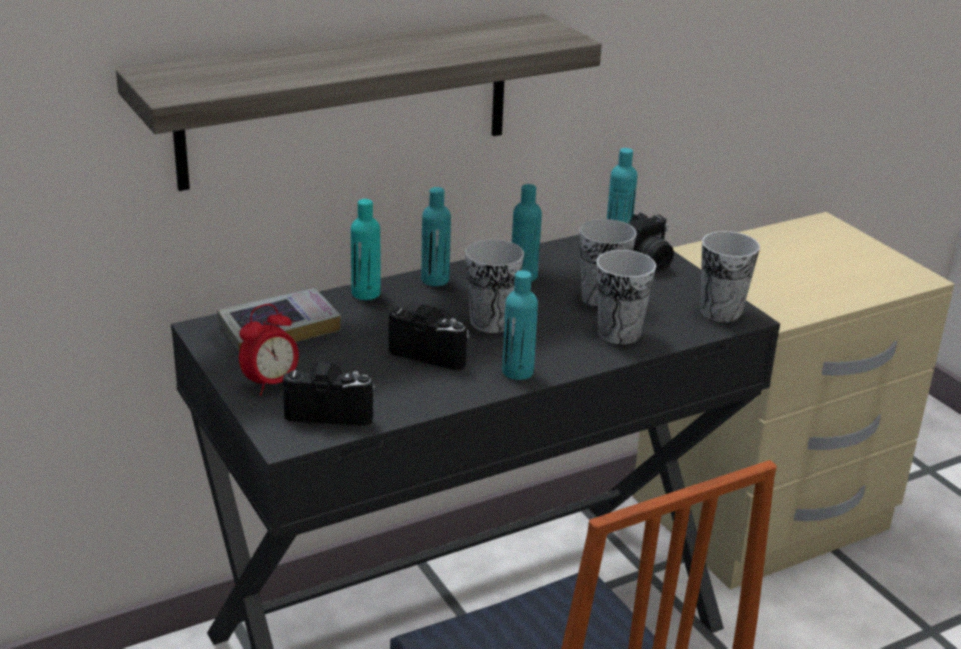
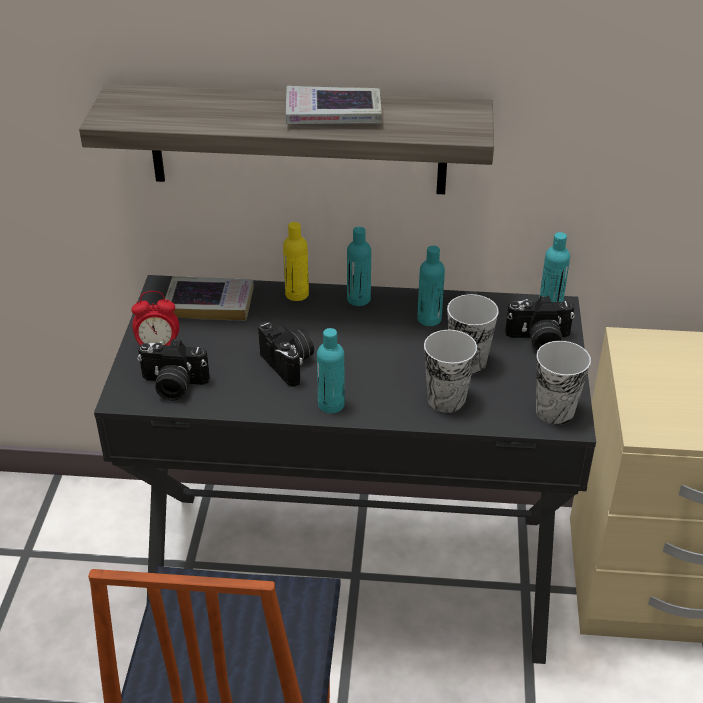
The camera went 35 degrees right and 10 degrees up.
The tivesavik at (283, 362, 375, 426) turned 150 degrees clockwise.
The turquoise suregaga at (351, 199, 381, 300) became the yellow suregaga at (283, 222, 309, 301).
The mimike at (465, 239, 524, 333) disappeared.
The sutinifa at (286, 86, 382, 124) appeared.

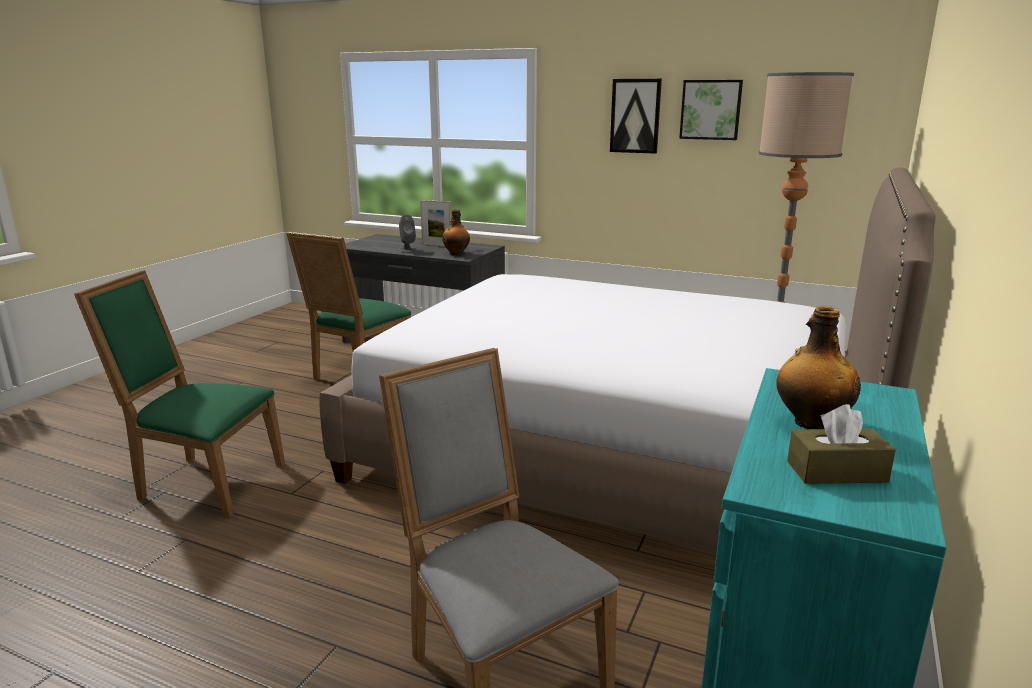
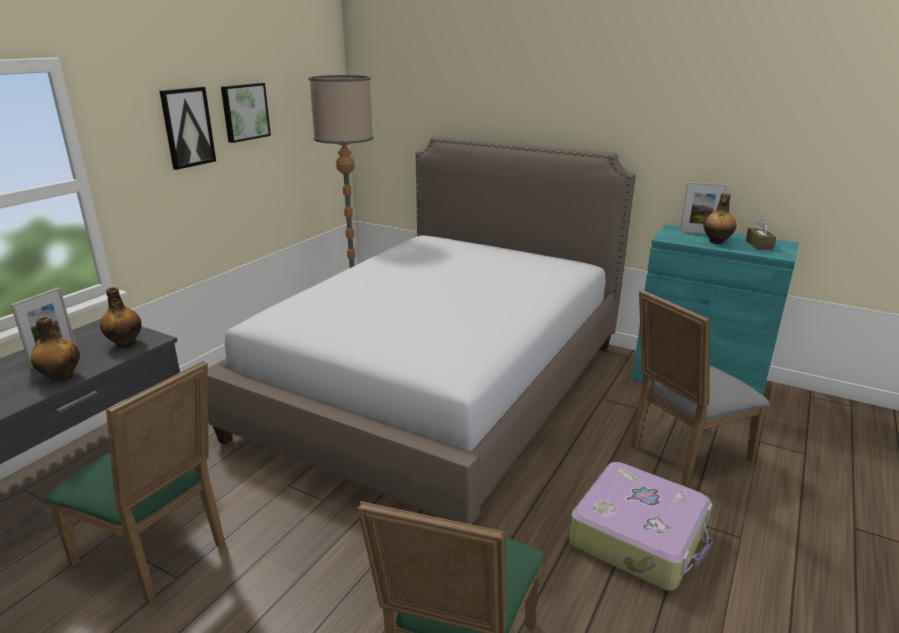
The camera went 85 degrees left and 5 degrees up.
The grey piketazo at (399, 215, 417, 253) was replaced by the suregaga at (31, 316, 80, 381).
The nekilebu at (569, 462, 713, 591) appeared.
The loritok at (679, 182, 727, 234) appeared.

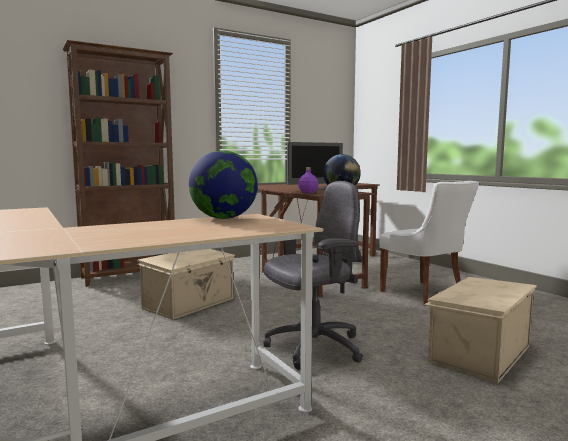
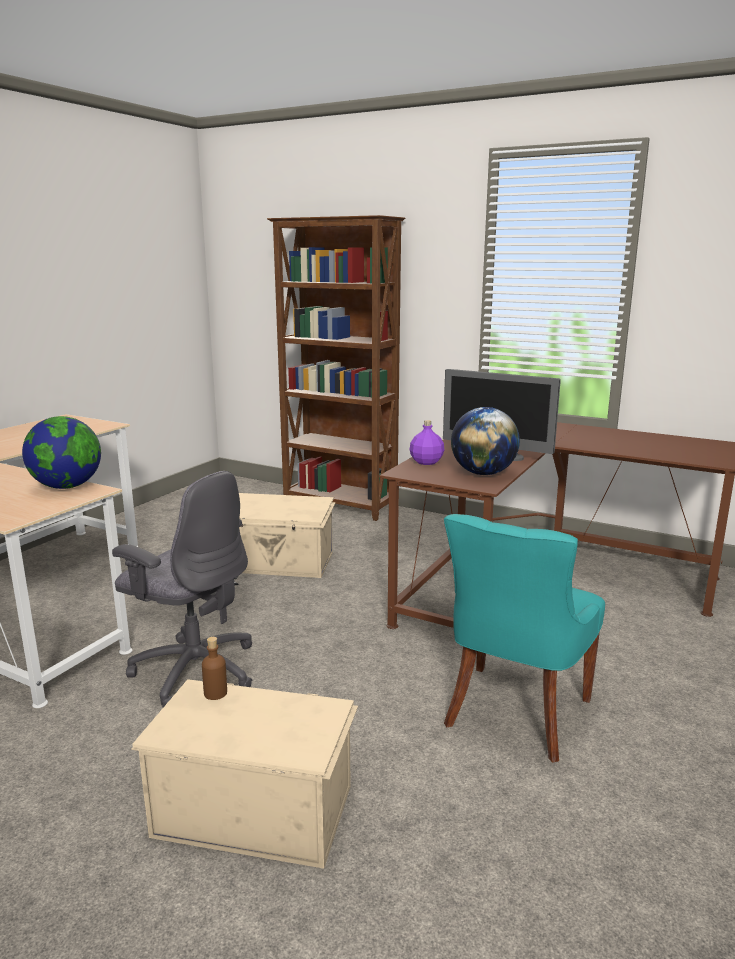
The camera went 60 degrees right and 10 degrees up.
The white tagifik at (379, 181, 479, 306) became the turquoise tagifik at (444, 514, 605, 763).
The brown suregaga at (202, 637, 227, 700) appeared.

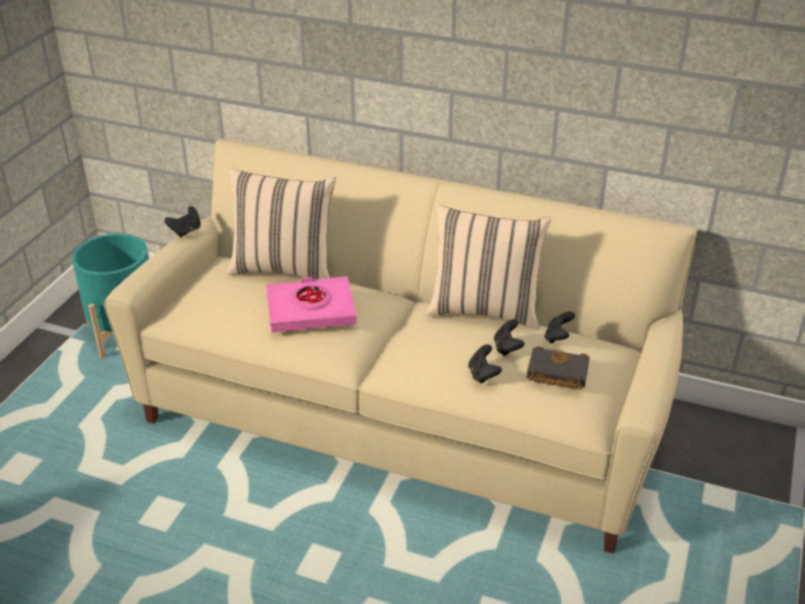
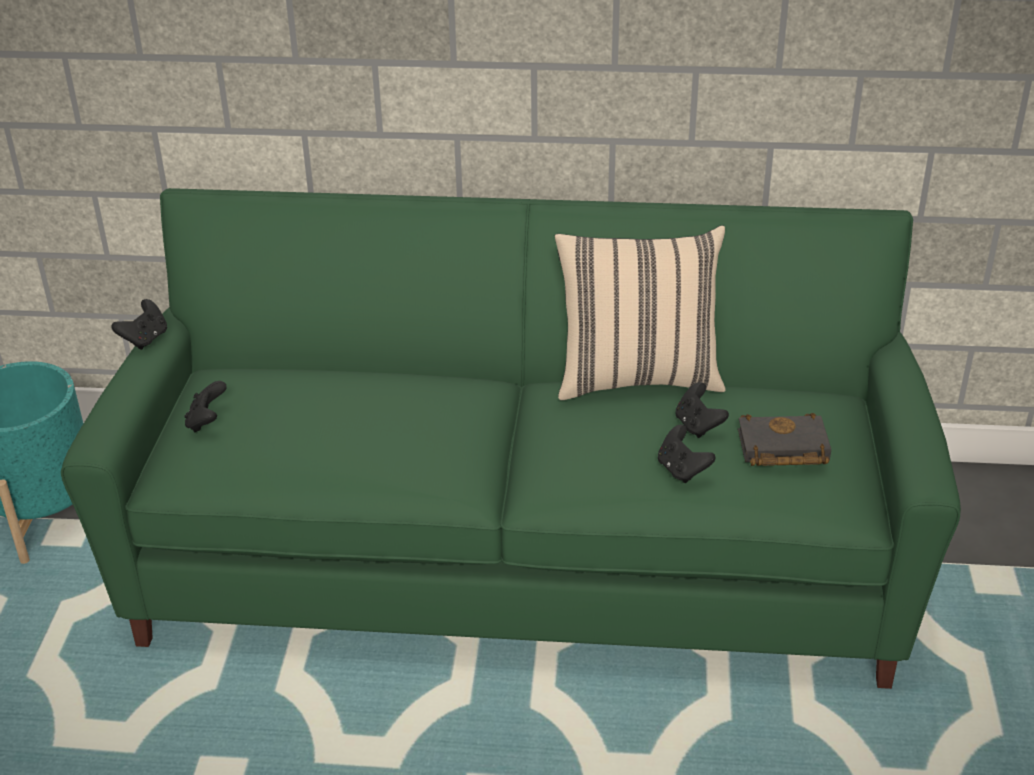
The camera went 15 degrees left and 0 degrees up.
The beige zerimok at (104, 139, 697, 553) became the green zerimok at (61, 188, 961, 689).
The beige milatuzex at (227, 168, 336, 280) disappeared.
The pink sutinifa at (266, 276, 357, 332) disappeared.
The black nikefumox moved from (545, 311, 575, 344) to (184, 381, 227, 432).

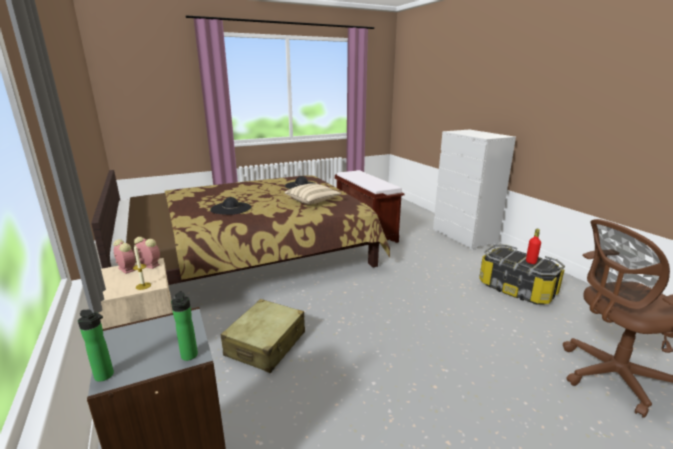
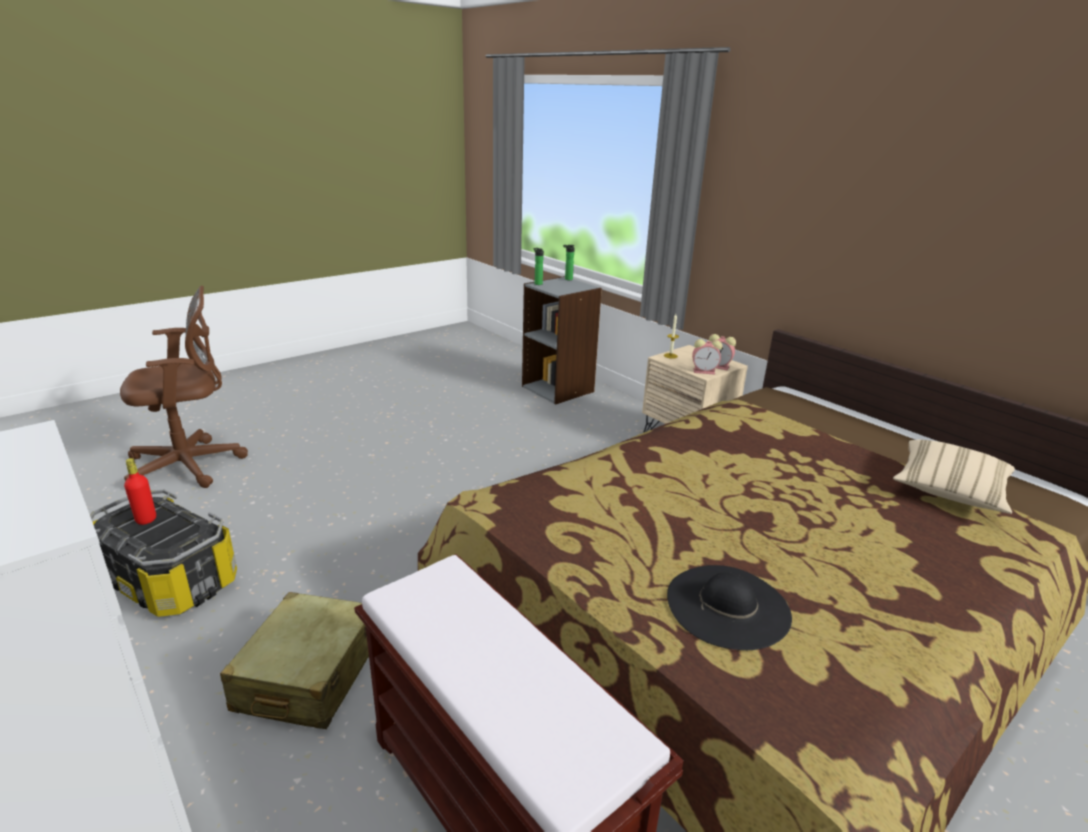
The camera went 165 degrees right and 5 degrees up.
The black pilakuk at (210, 197, 252, 215) disappeared.
The beige nekilebu moved from (221, 299, 305, 373) to (220, 592, 369, 729).
The beige milatuzex moved from (284, 183, 341, 205) to (893, 440, 1015, 514).

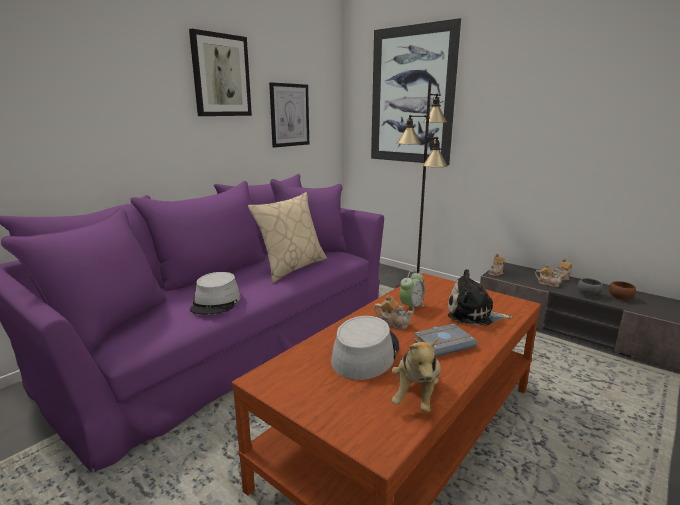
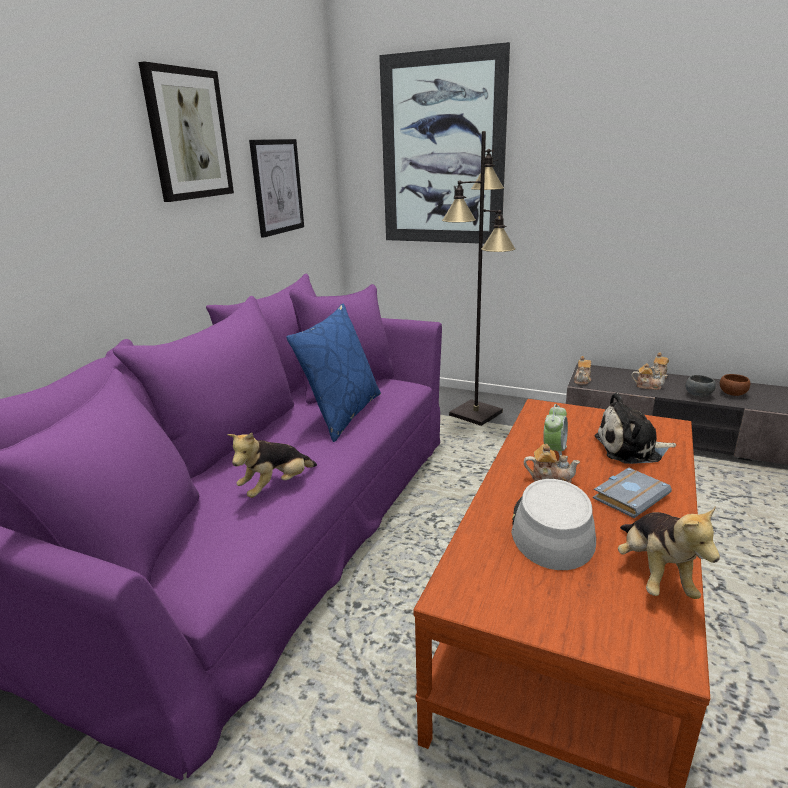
The camera went 15 degrees left and 5 degrees up.
The grey pilakuk at (190, 272, 240, 315) was replaced by the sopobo at (227, 432, 317, 498).
The beige milatuzex at (248, 192, 327, 283) became the blue milatuzex at (286, 304, 381, 442).

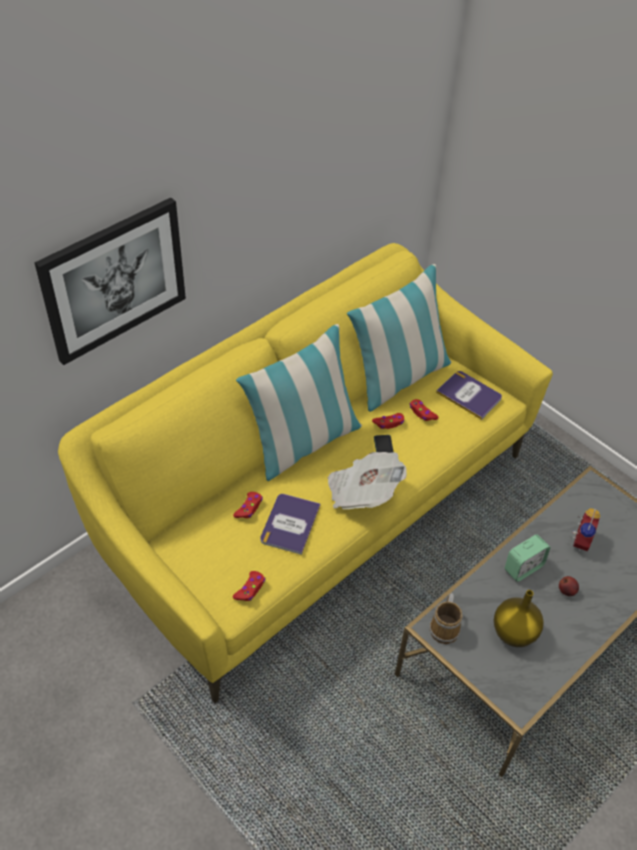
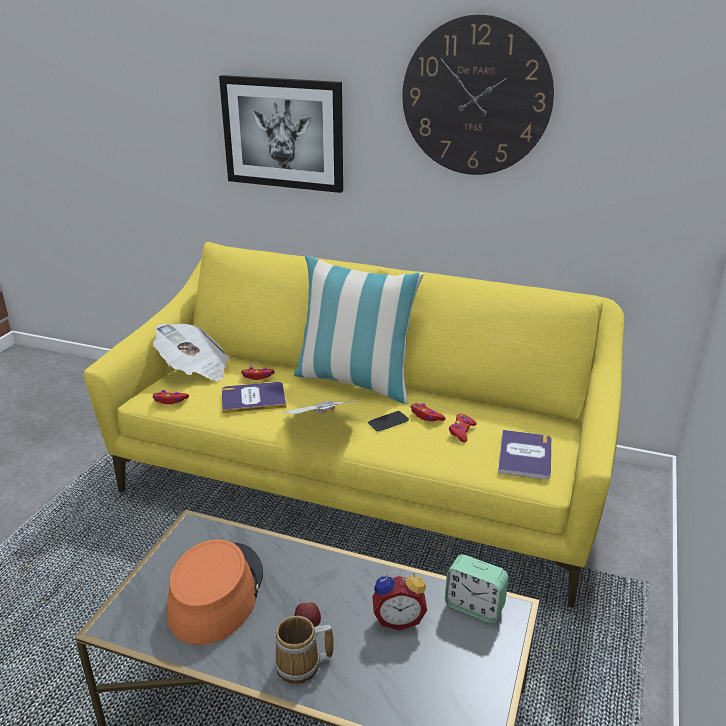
The camera went 65 degrees right and 20 degrees down.
The milatuzex at (347, 264, 451, 412) disappeared.
The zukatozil moved from (429, 593, 463, 644) to (275, 616, 334, 684).
The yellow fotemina at (494, 590, 543, 647) was replaced by the orange pilakuk at (167, 539, 263, 645).
The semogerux moved from (505, 534, 551, 582) to (445, 554, 509, 623).
The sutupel at (153, 323, 230, 381) appeared.
The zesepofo at (402, 14, 554, 175) appeared.

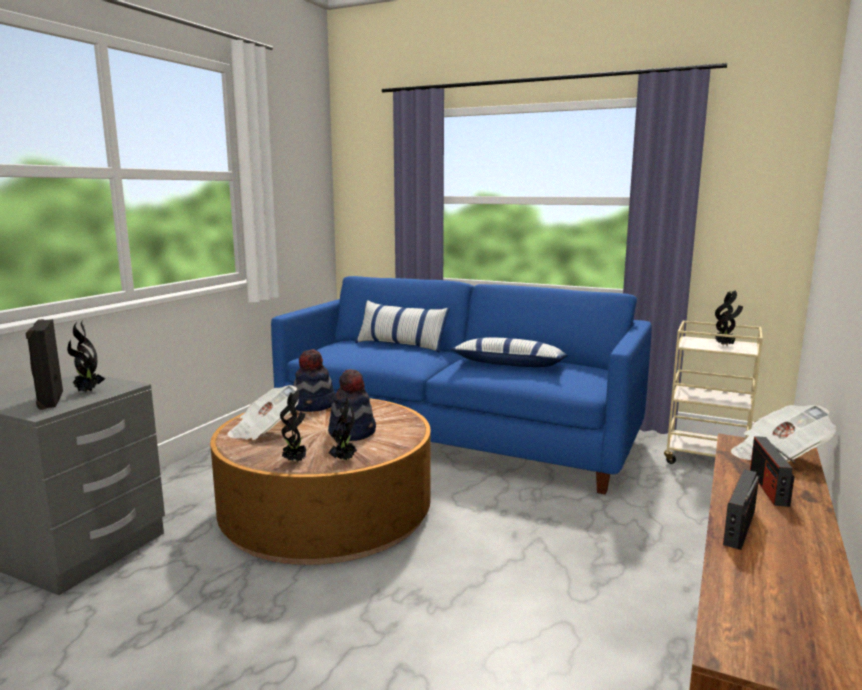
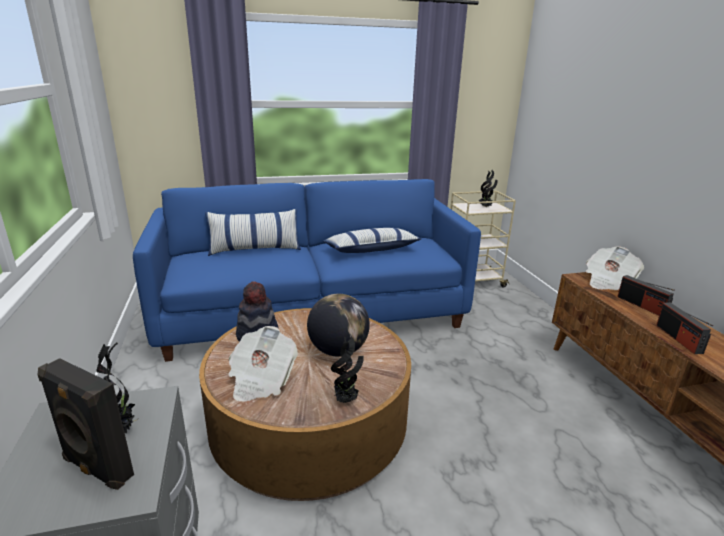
The camera went 40 degrees left and 10 degrees up.
The pilakuk at (328, 369, 376, 441) was replaced by the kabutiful at (307, 294, 370, 357).
The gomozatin at (328, 389, 357, 460) disappeared.

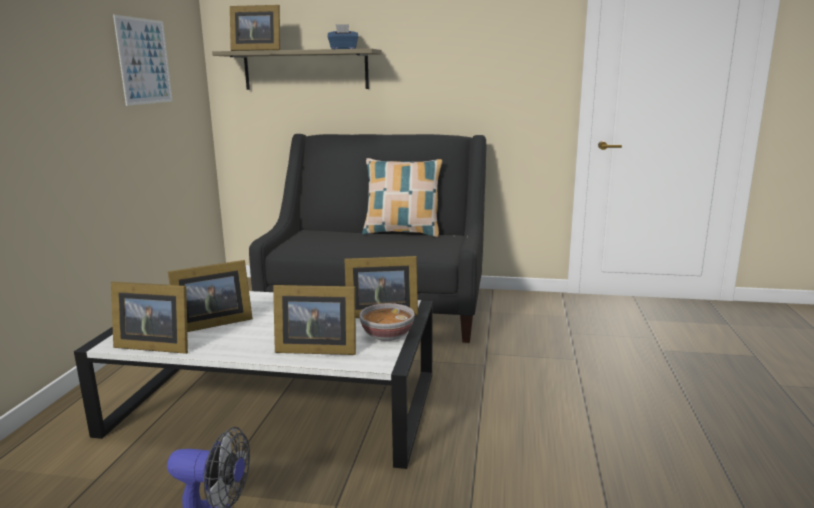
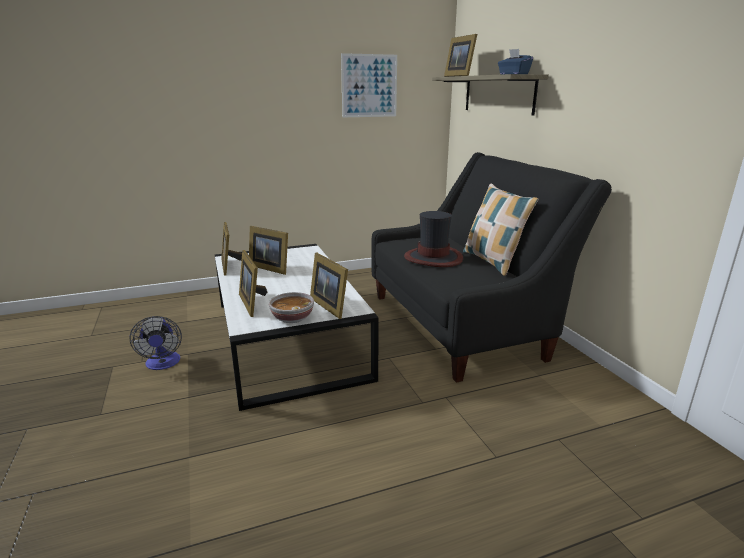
The camera went 60 degrees right and 5 degrees up.
The pilakuk at (404, 211, 463, 267) appeared.

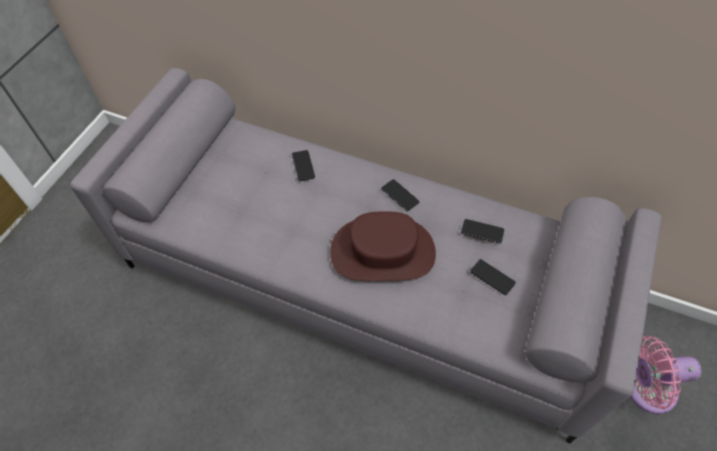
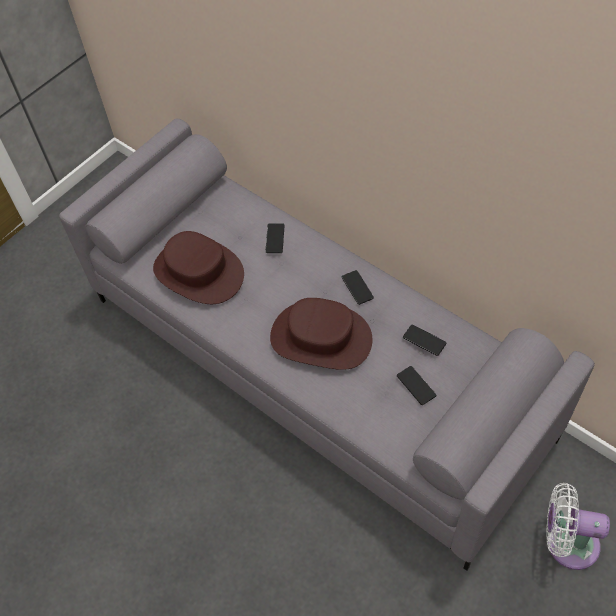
The camera went 20 degrees right and 0 degrees up.
The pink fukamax at (630, 336, 702, 414) became the white fukamax at (546, 483, 610, 570).
The brown pilakuk at (153, 231, 244, 304) appeared.

